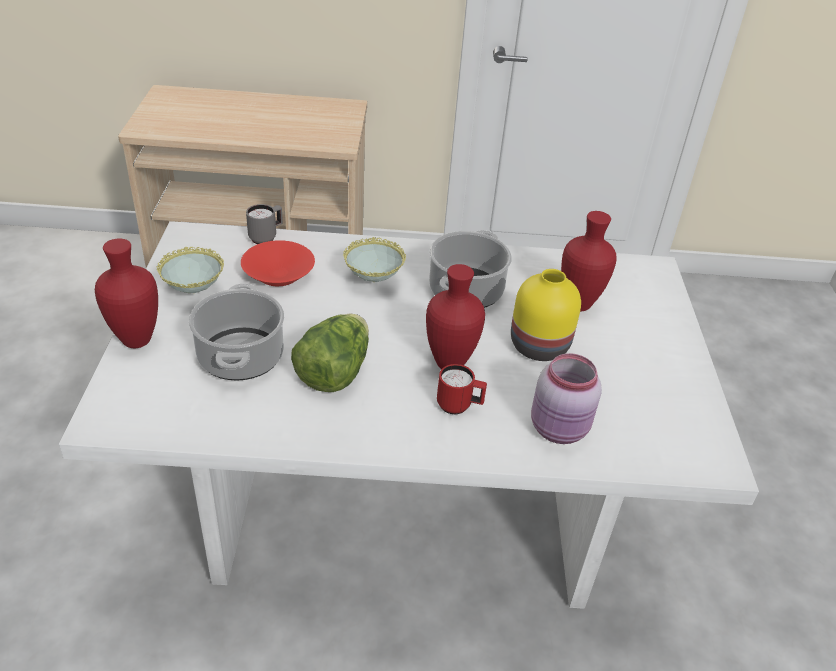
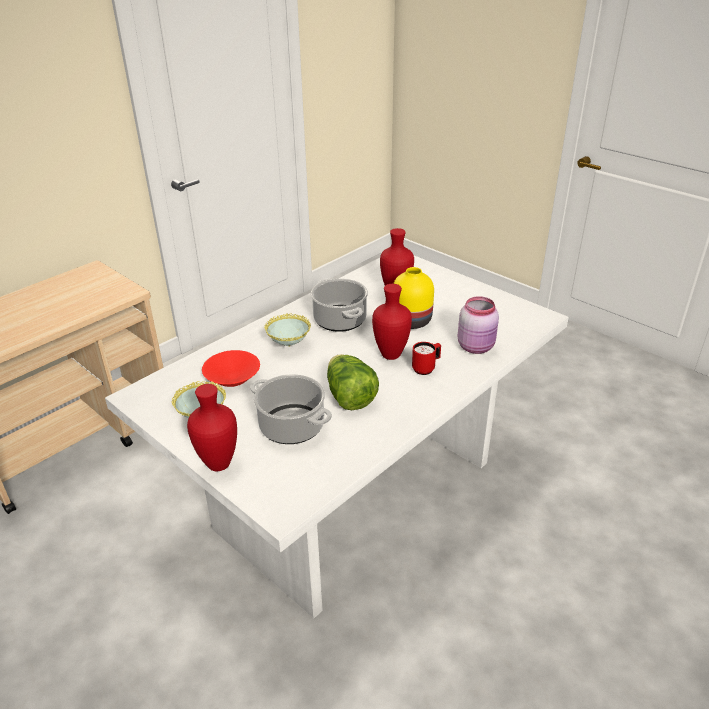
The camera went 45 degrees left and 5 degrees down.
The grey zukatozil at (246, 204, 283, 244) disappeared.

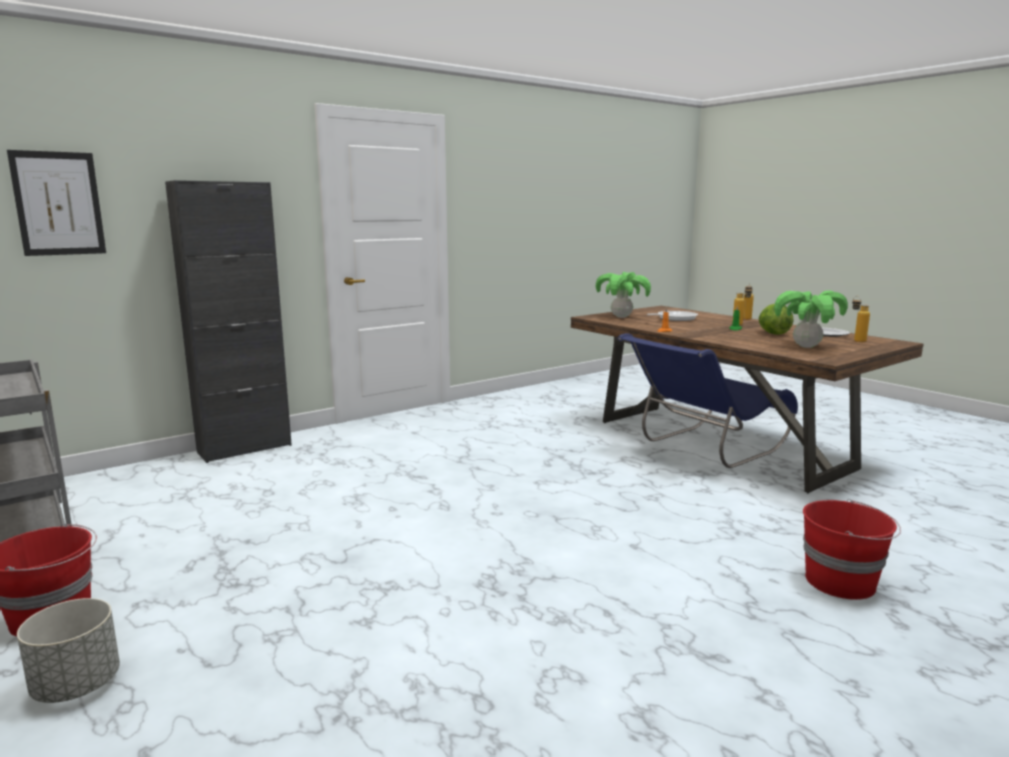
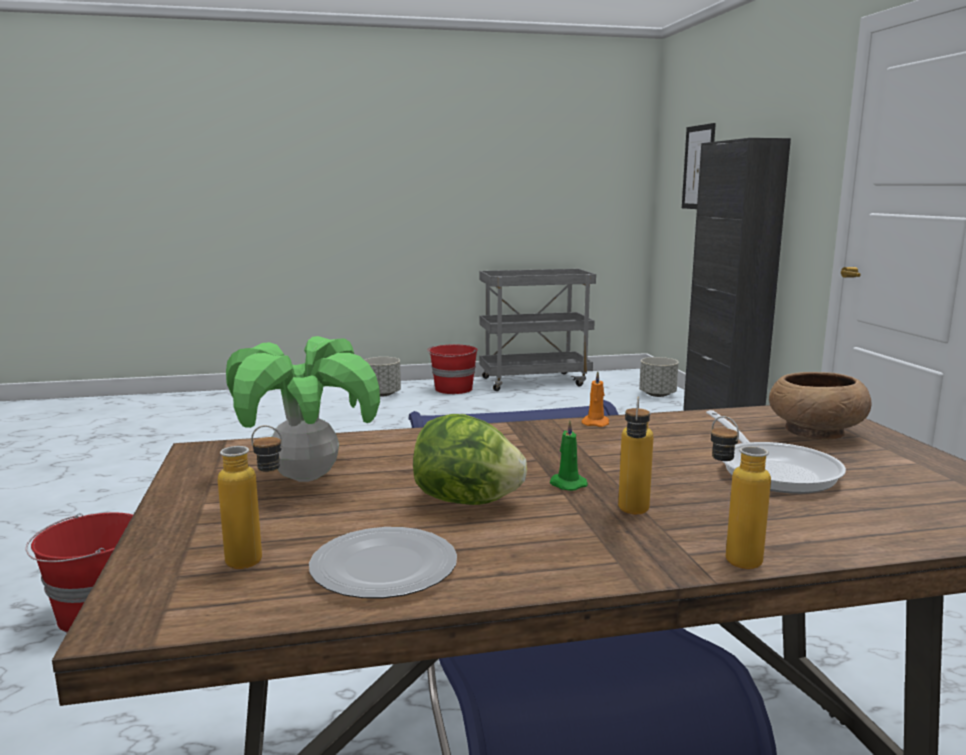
The camera went 115 degrees right and 0 degrees up.
The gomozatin at (596, 272, 651, 318) was replaced by the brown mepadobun at (769, 372, 872, 440).
The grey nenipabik at (639, 357, 679, 397) appeared.

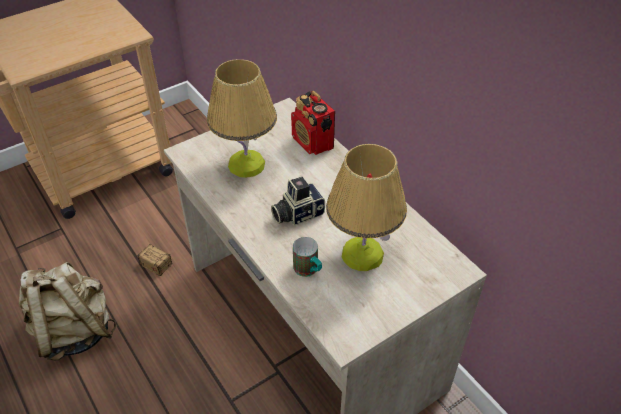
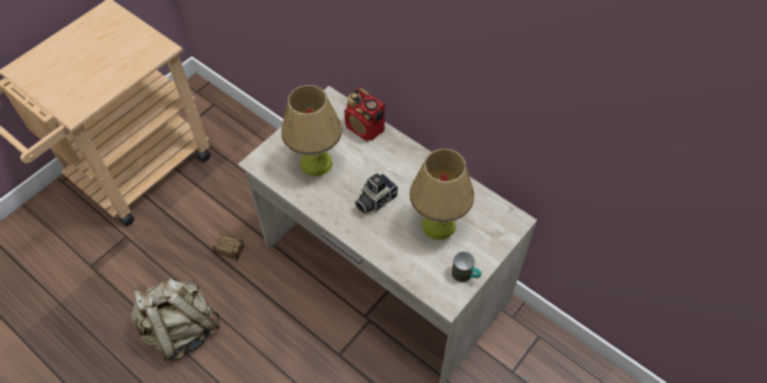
The camera went 15 degrees left and 10 degrees up.
The zukatozil moved from (293, 237, 322, 277) to (452, 252, 482, 282).

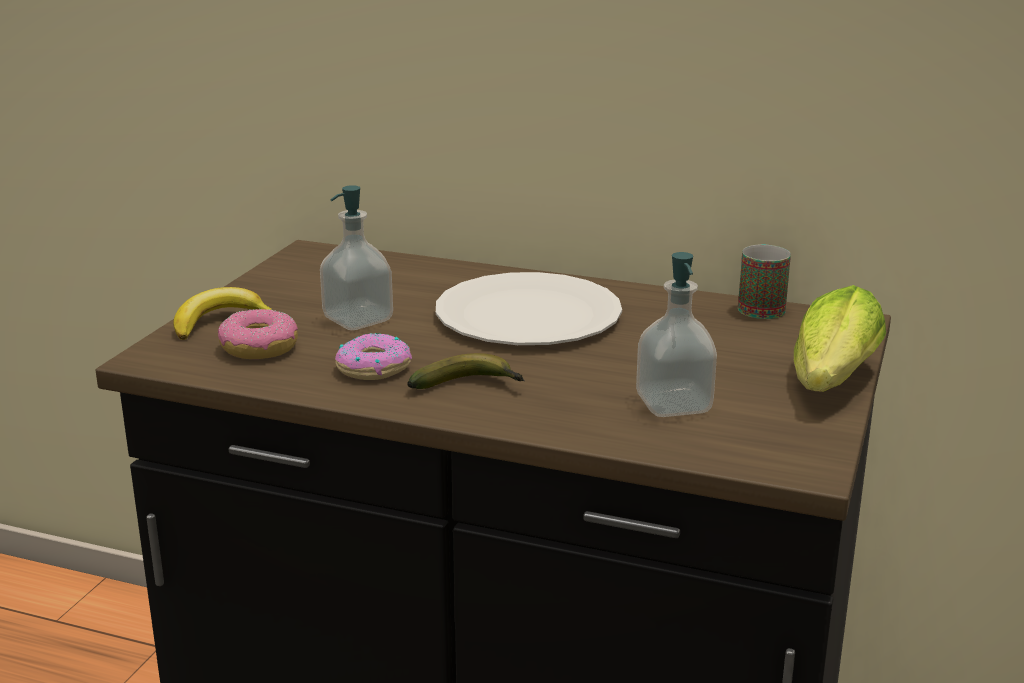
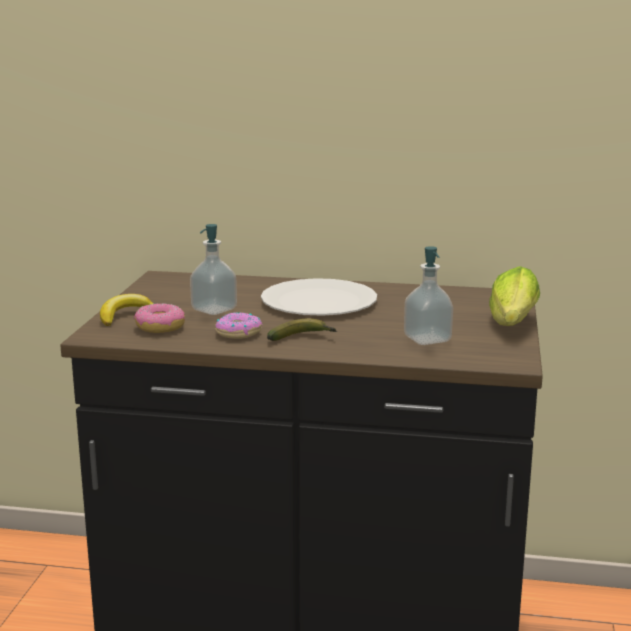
The camera went 10 degrees left and 5 degrees down.
The zukatozil at (738, 244, 791, 319) disappeared.

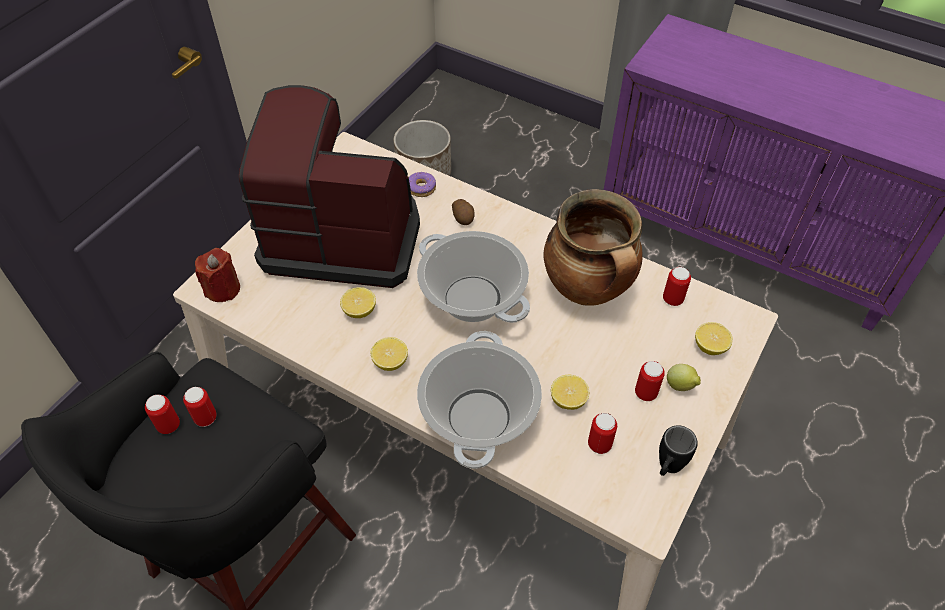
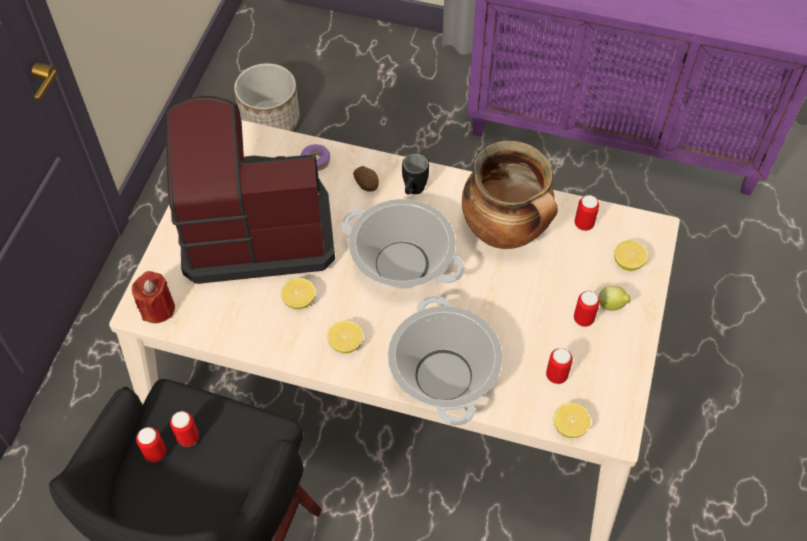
The camera went 15 degrees left and 5 degrees up.
The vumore moved from (551, 375, 589, 410) to (554, 403, 591, 438).
The black zukatozil moved from (659, 425, 698, 476) to (402, 153, 429, 195).

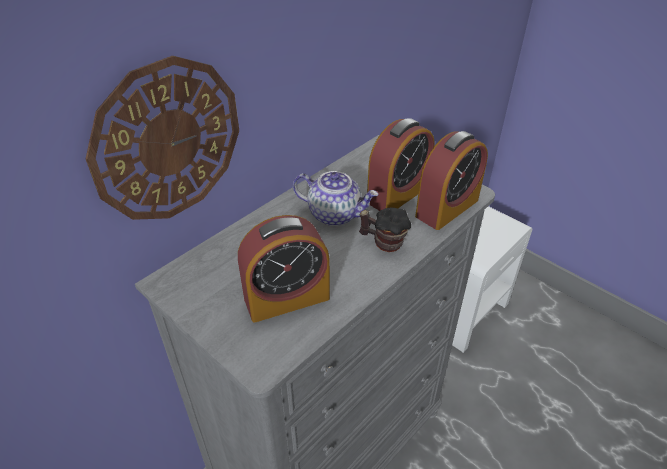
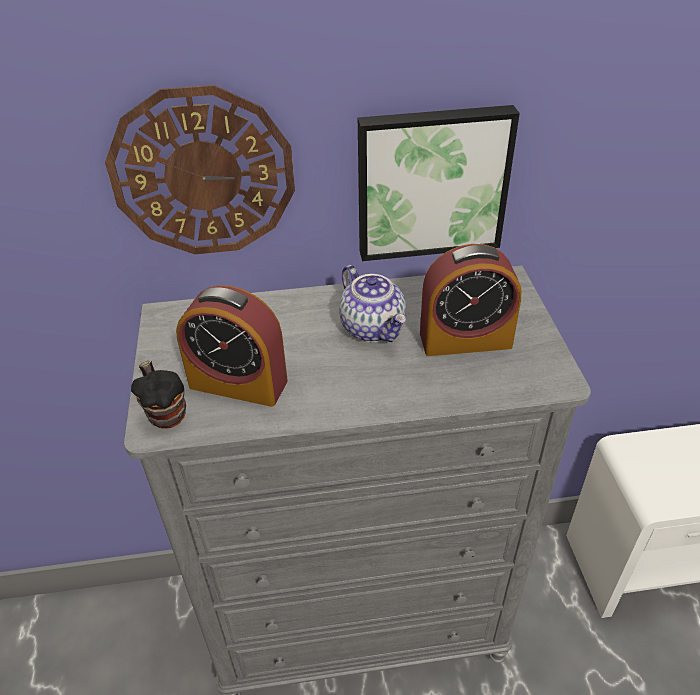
The camera went 40 degrees right and 0 degrees up.
The zukatozil moved from (359, 208, 411, 252) to (131, 361, 186, 429).
The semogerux at (415, 131, 488, 230) disappeared.
The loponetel at (358, 105, 520, 261) appeared.

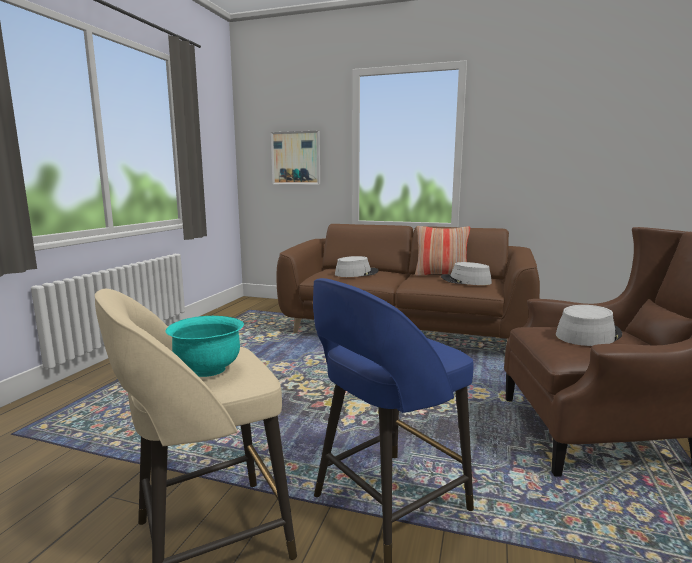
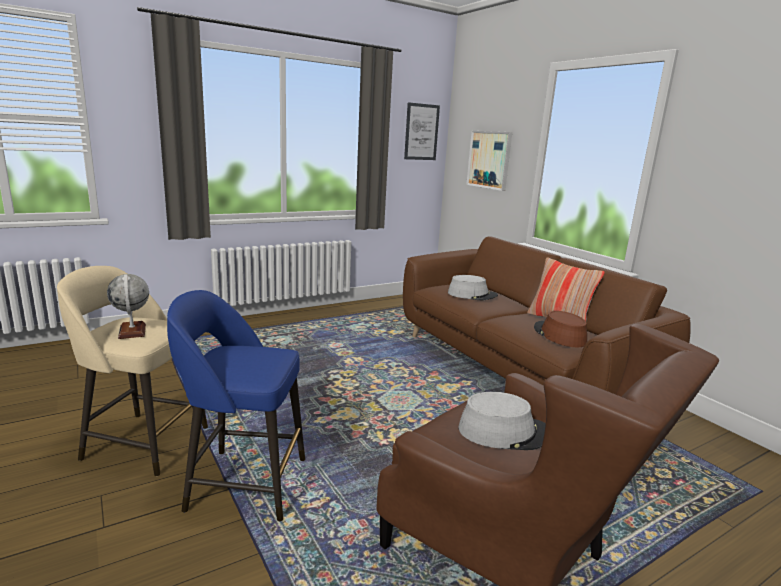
The camera went 40 degrees right and 5 degrees up.
The turquoise mepadobun at (166, 316, 244, 377) was replaced by the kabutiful at (107, 274, 149, 339).
The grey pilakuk at (441, 262, 492, 285) became the brown pilakuk at (534, 311, 587, 347).
The loponetel at (404, 102, 440, 160) appeared.

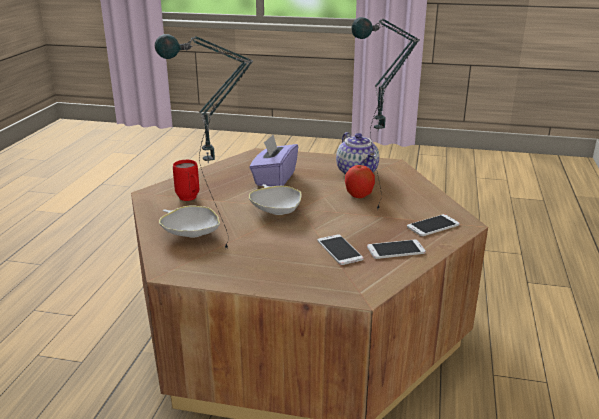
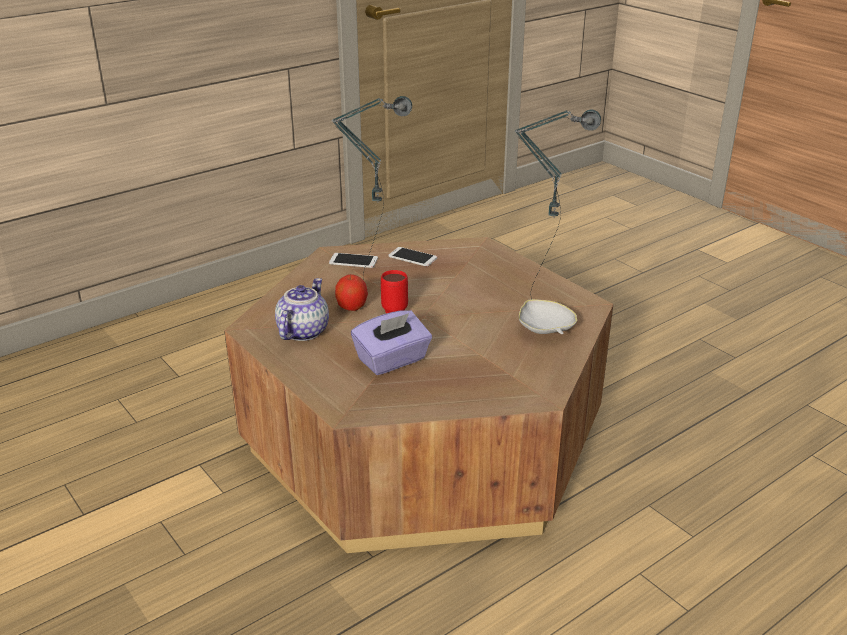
The camera went 140 degrees left and 5 degrees up.
The red zukatozil moved from (173, 160, 199, 201) to (381, 270, 408, 313).
The white mepadobun at (249, 184, 302, 215) disappeared.
The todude at (318, 234, 364, 265) disappeared.

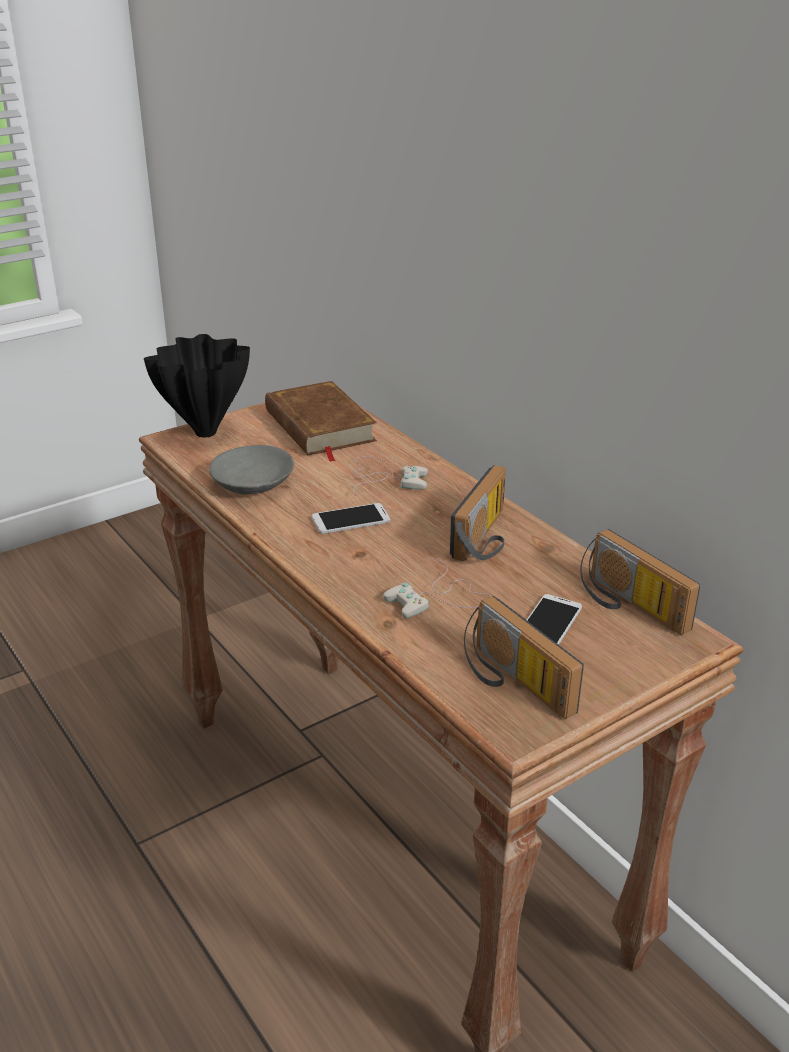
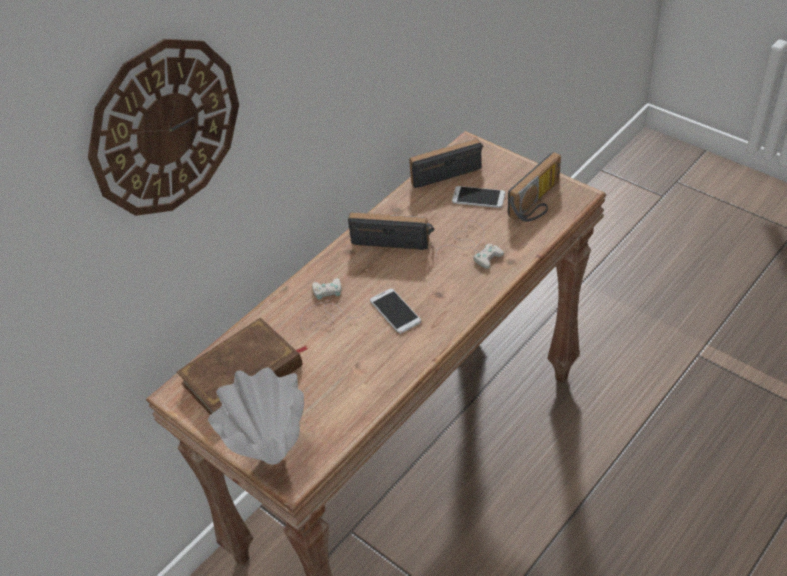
The camera went 100 degrees left and 15 degrees up.
The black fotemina at (144, 334, 250, 437) became the white fotemina at (208, 367, 304, 465).
The grey mepadobun at (209, 445, 294, 495) disappeared.
The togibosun at (580, 529, 700, 635) turned 150 degrees counterclockwise.
The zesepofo at (88, 39, 239, 216) appeared.

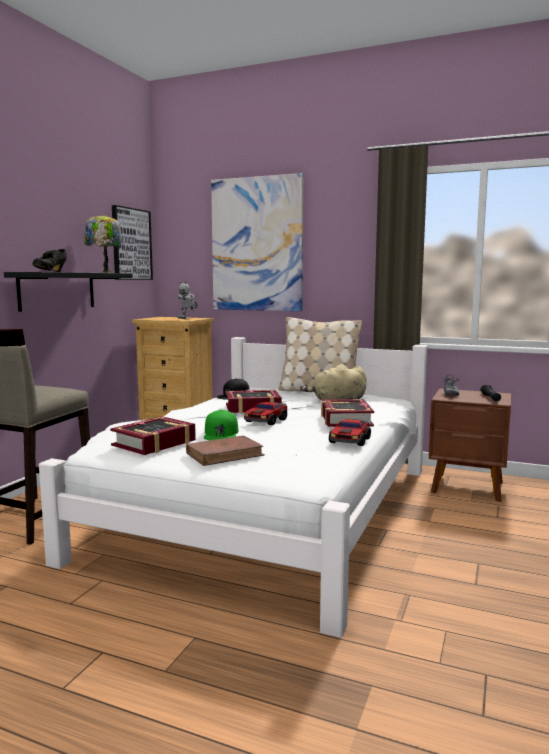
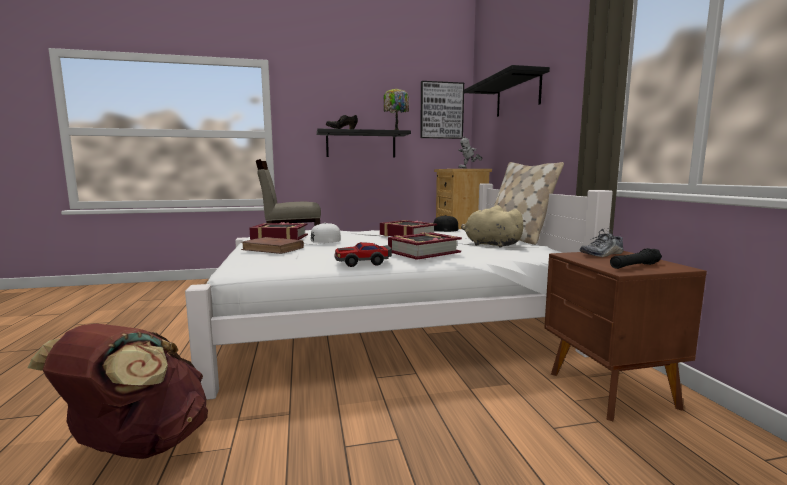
The camera went 55 degrees right and 0 degrees up.
The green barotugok at (204, 410, 239, 440) became the white barotugok at (303, 223, 341, 244).
The loponetel at (211, 173, 304, 311) was replaced by the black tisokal at (464, 65, 550, 117).
The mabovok at (244, 402, 287, 425) disappeared.
The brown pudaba at (28, 324, 208, 459) appeared.

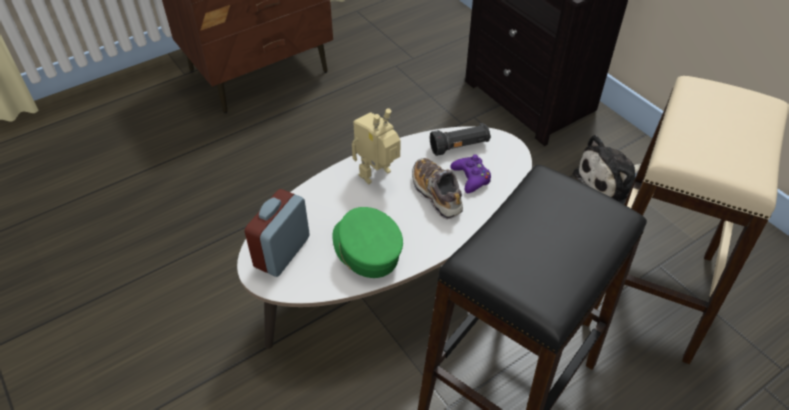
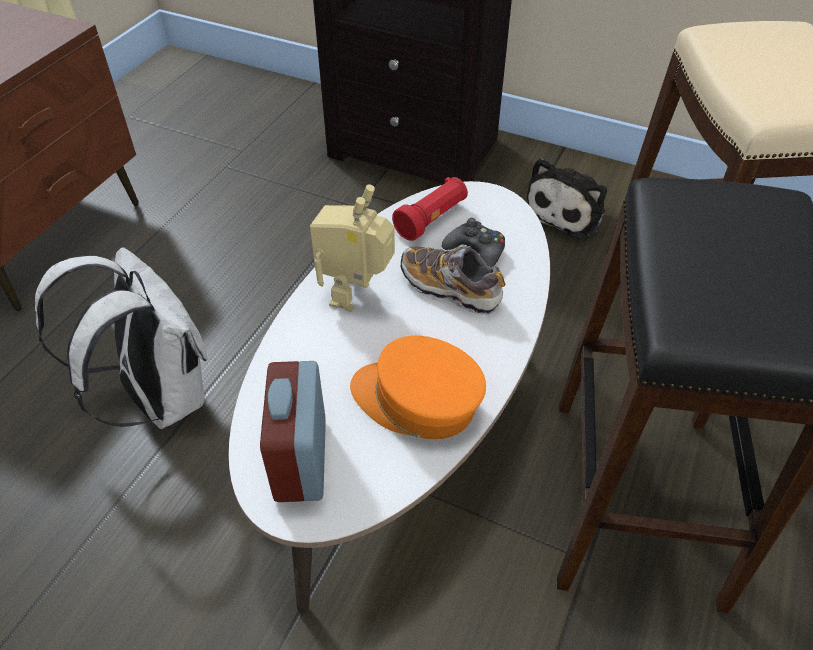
The camera went 30 degrees left and 0 degrees up.
The green barotugok at (332, 207, 403, 278) became the orange barotugok at (350, 336, 486, 439).
The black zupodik at (430, 123, 491, 156) became the red zupodik at (392, 177, 468, 241).
The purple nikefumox at (450, 154, 491, 193) became the black nikefumox at (442, 218, 505, 268).
The white pudaba at (35, 247, 207, 429) appeared.

